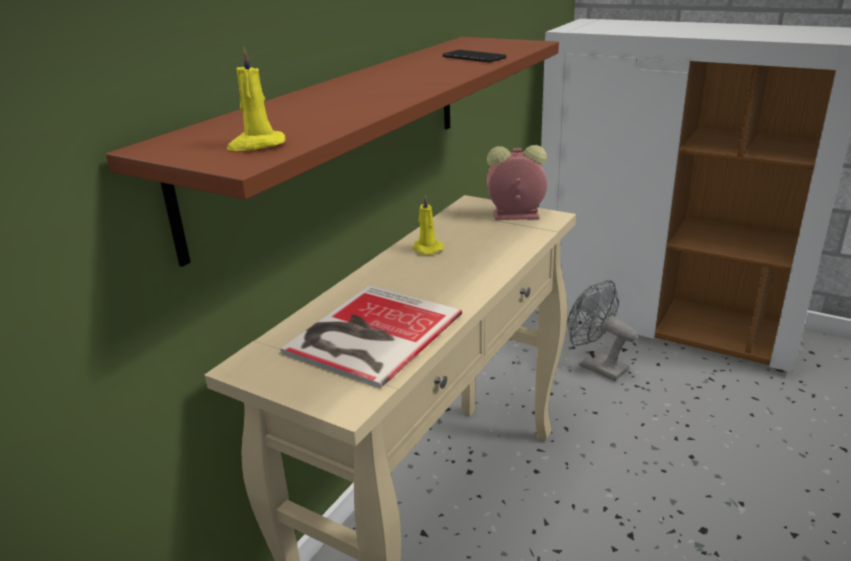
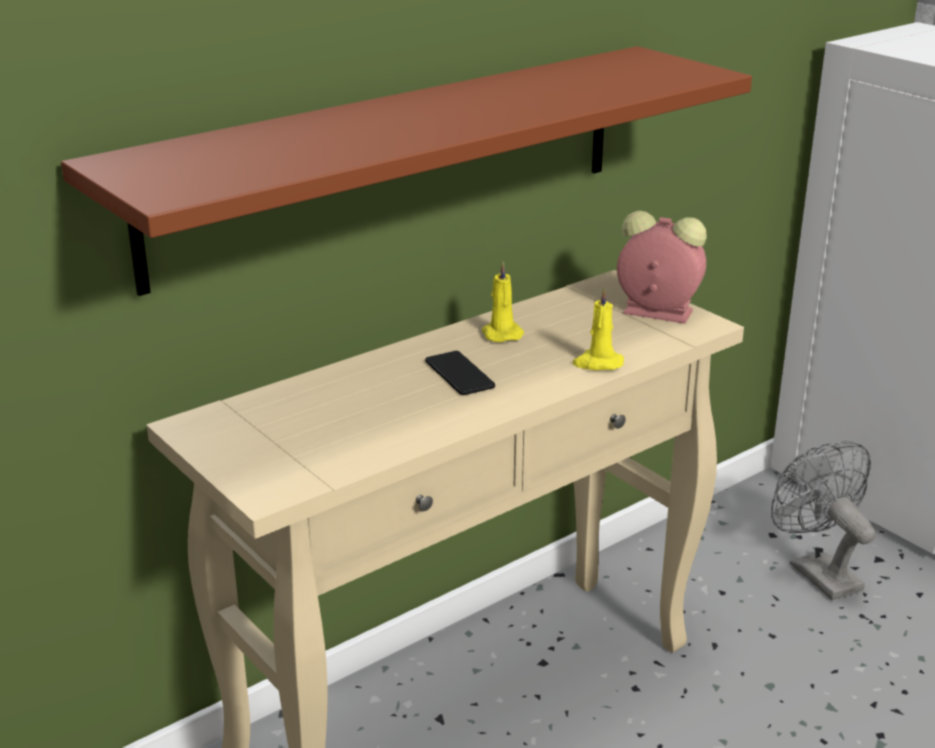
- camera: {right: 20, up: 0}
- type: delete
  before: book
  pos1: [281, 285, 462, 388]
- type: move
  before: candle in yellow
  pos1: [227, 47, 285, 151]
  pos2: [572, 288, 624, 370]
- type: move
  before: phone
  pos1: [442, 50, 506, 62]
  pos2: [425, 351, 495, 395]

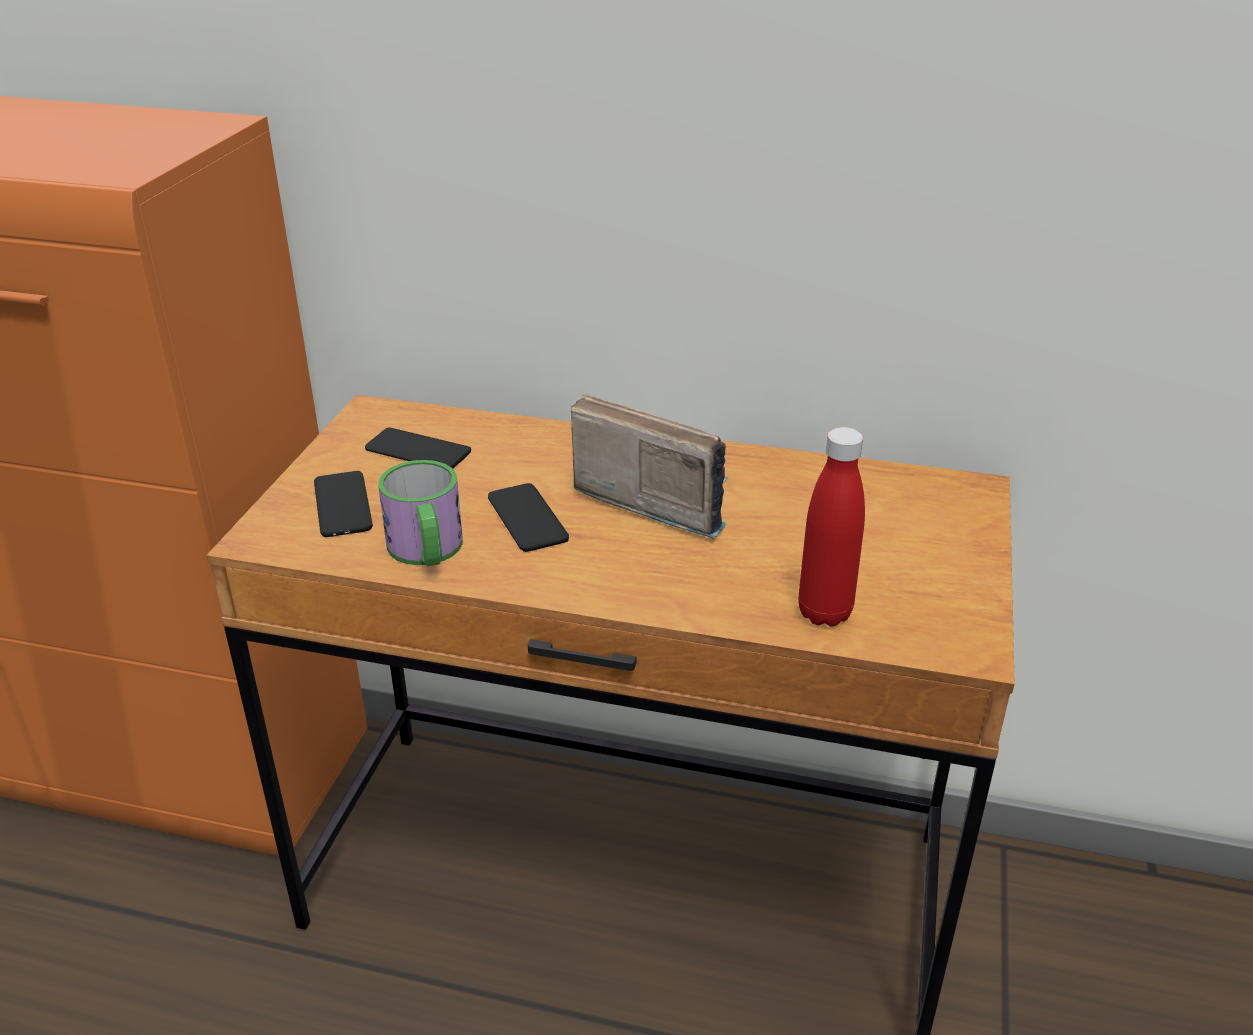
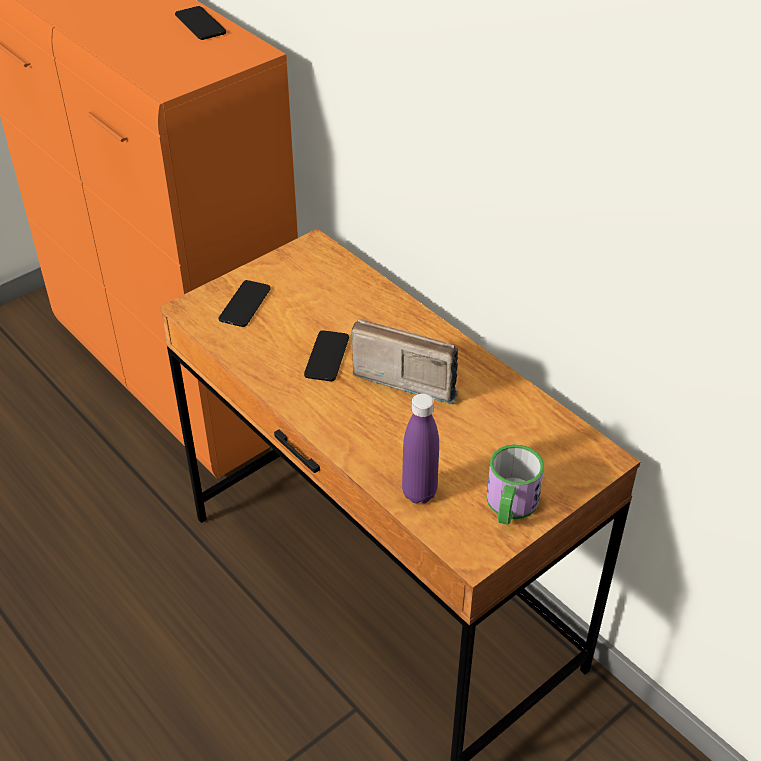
- camera: {right: 35, up: 10}
- type: move
  before: phone
  pos1: [365, 427, 471, 468]
  pos2: [175, 6, 226, 40]
- type: move
  before: mug
  pos1: [378, 460, 463, 566]
  pos2: [486, 444, 544, 525]
- type: recolor
  before: bottle in red
  after: bottle in purple
  pos1: [798, 427, 865, 627]
  pos2: [402, 393, 439, 504]
- type: rotate
  before: radio
  pos1: [571, 394, 728, 538]
  pos2: [352, 319, 458, 404]
  turn: -45

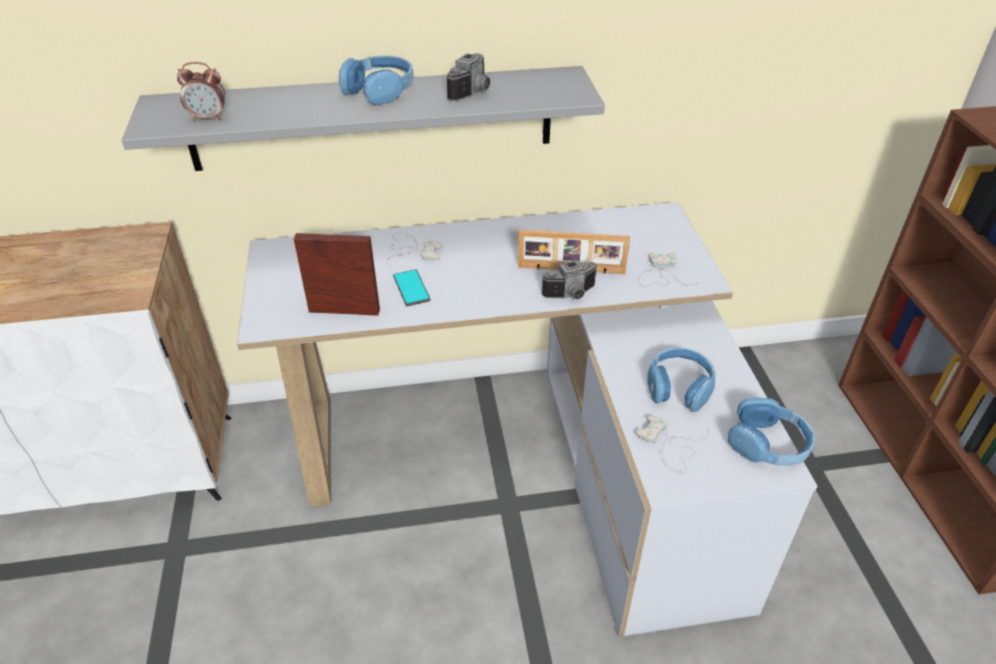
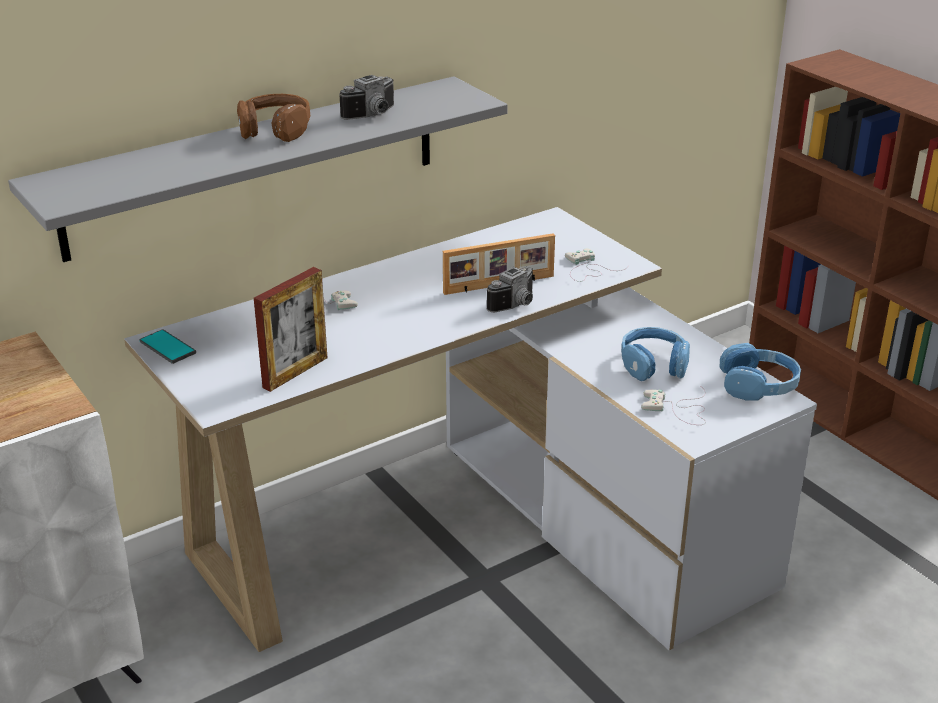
- camera: {right: -25, up: -10}
- type: delete
  before: alarm clock
  pos1: [177, 62, 225, 121]
- type: move
  before: phone
  pos1: [393, 269, 431, 306]
  pos2: [139, 329, 196, 364]
- type: recolor
  before: headphones in blue
  after: headphones in brown
  pos1: [339, 56, 414, 105]
  pos2: [237, 94, 310, 142]
- type: rotate
  before: picture frame
  pos1: [294, 233, 380, 316]
  pos2: [254, 267, 327, 392]
  turn: 150
- type: rotate
  before: photo camera
  pos1: [447, 53, 490, 101]
  pos2: [339, 75, 394, 120]
  turn: 45

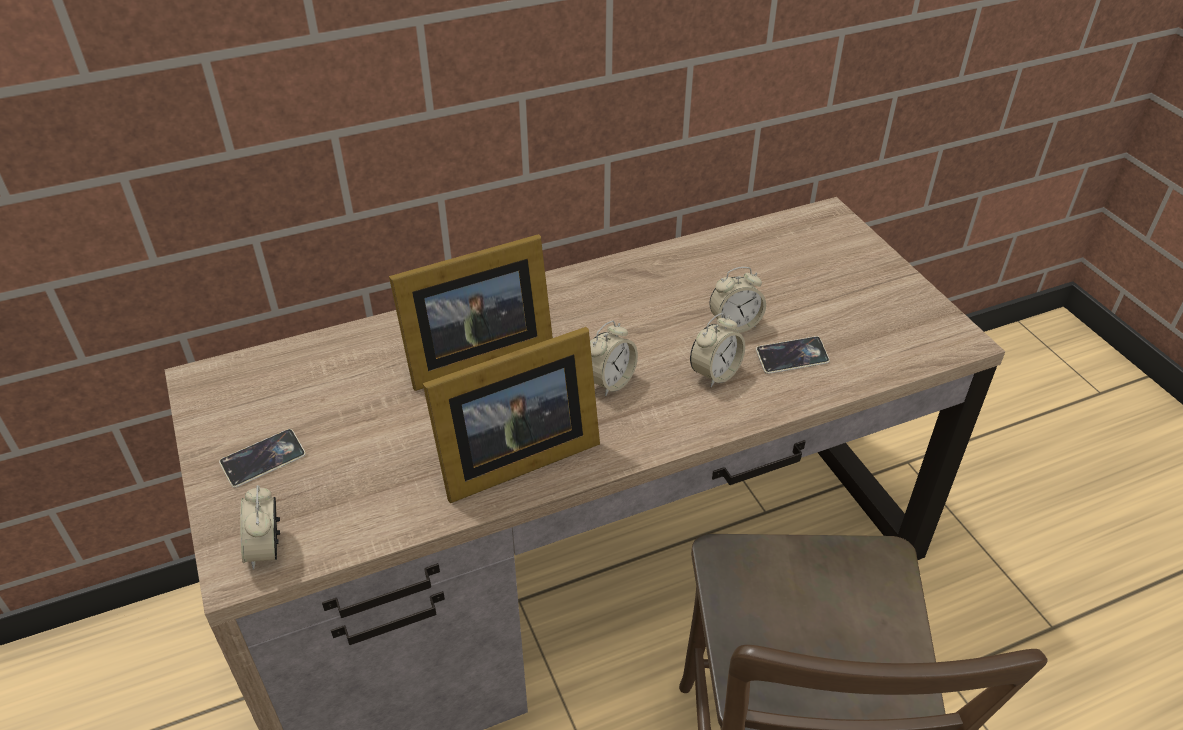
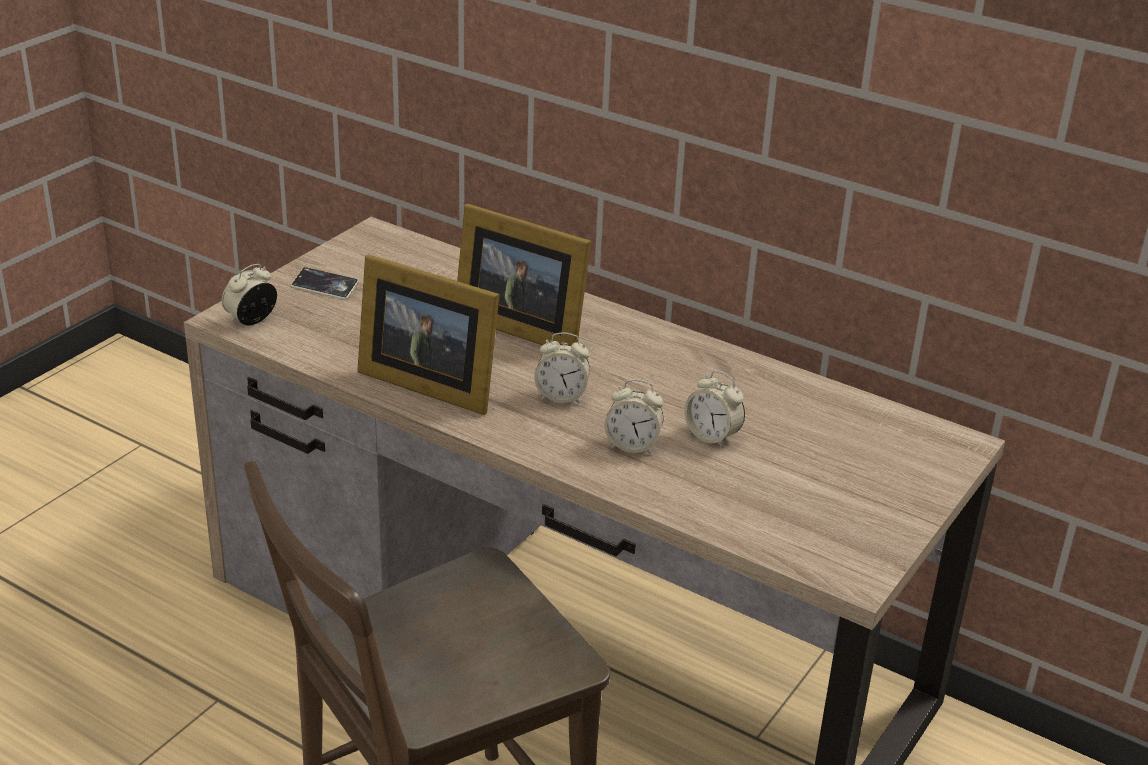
- camera: {right: 55, up: -10}
- type: delete
  before: phone
  pos1: [756, 336, 830, 374]

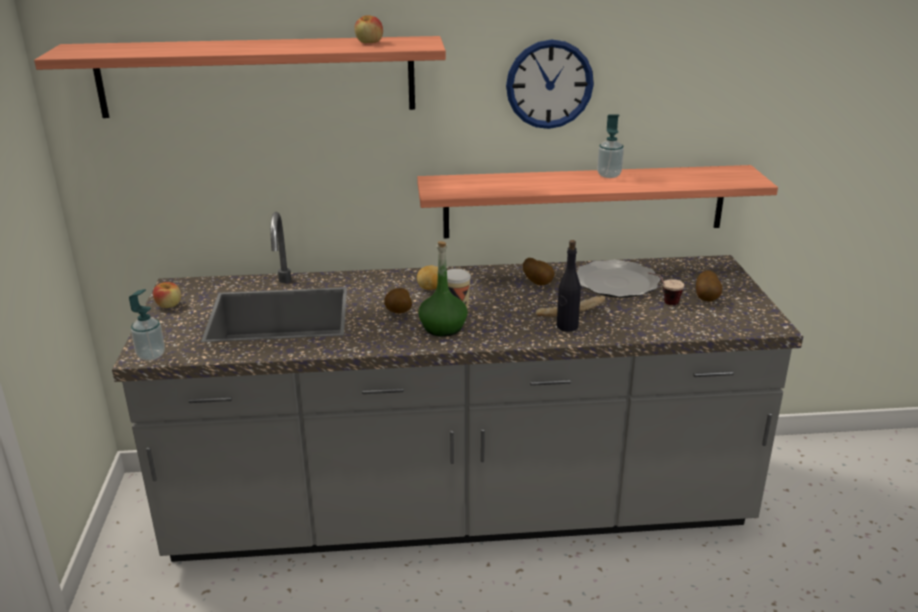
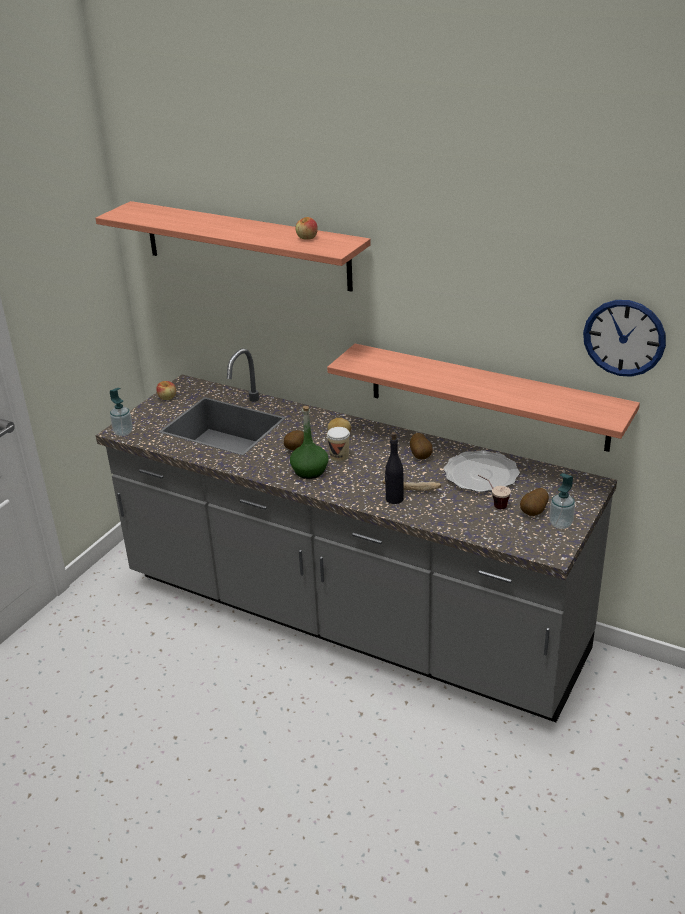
- camera: {right: 35, up: 5}
- type: move
  before: wall clock
  pos1: [506, 39, 594, 129]
  pos2: [583, 300, 666, 377]
- type: move
  before: soap dispenser
  pos1: [597, 115, 624, 178]
  pos2: [549, 473, 575, 529]

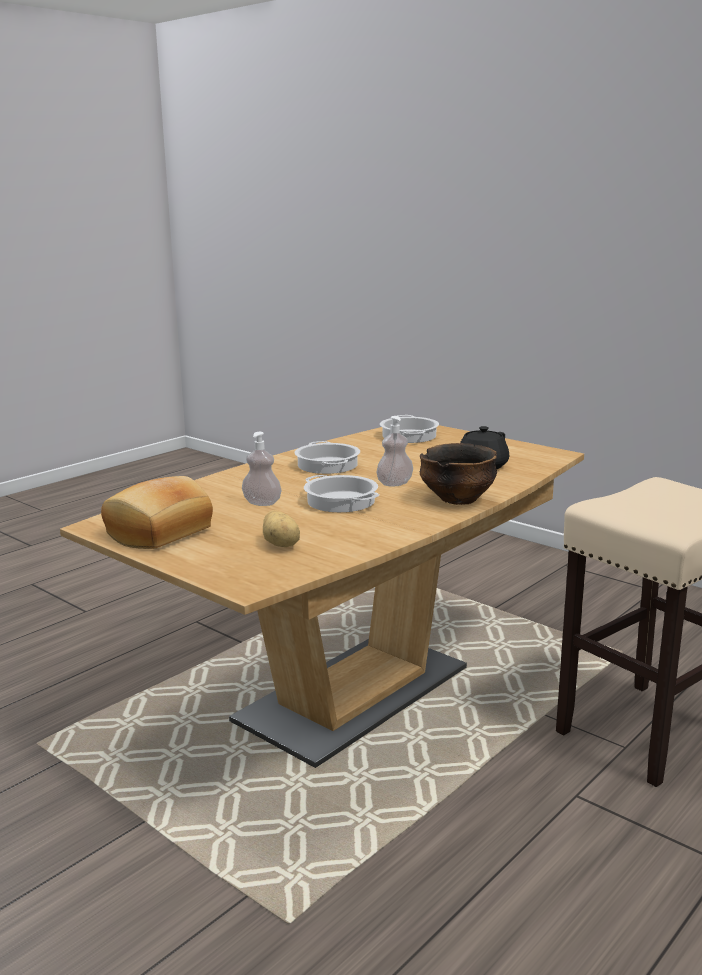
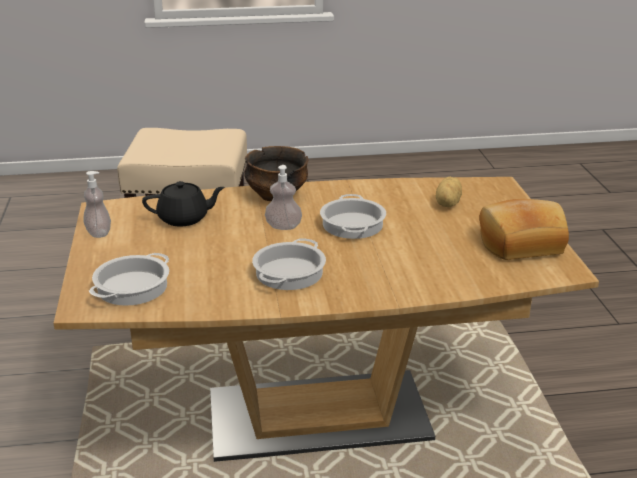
- camera: {right: -140, up: 10}
- type: move
  before: soap dispenser
  pos1: [242, 432, 282, 506]
  pos2: [83, 171, 111, 238]

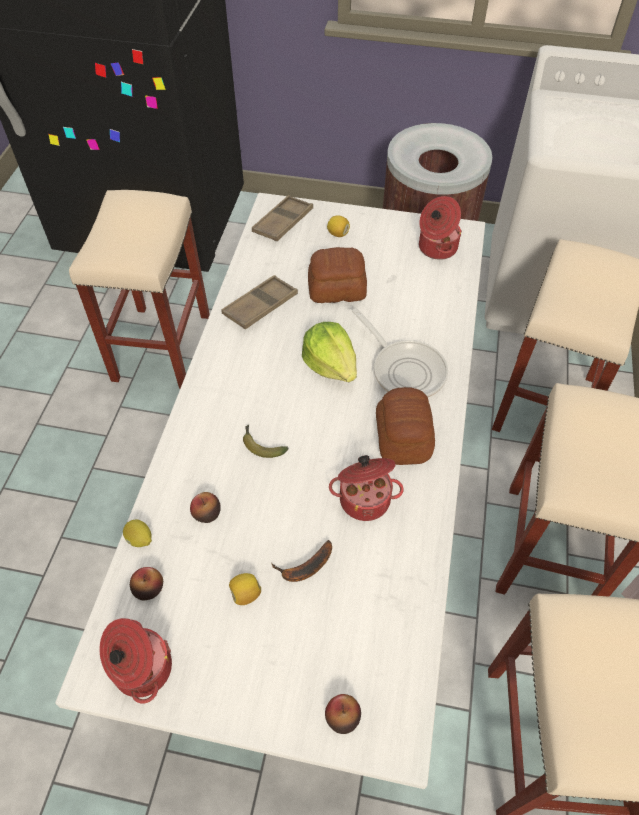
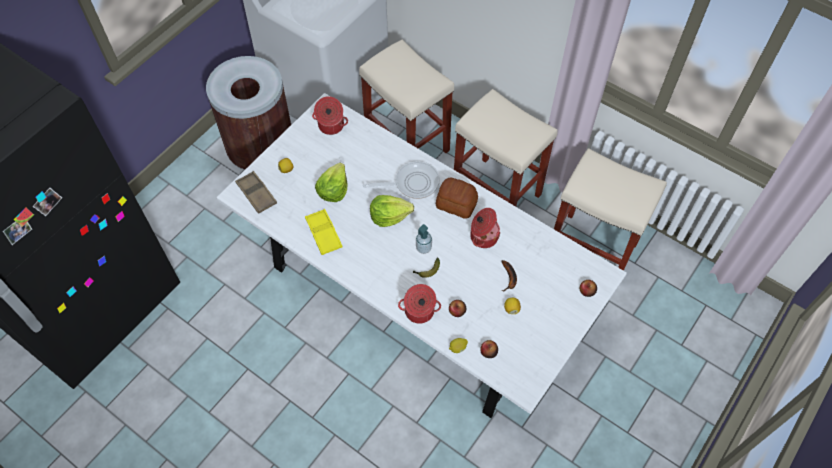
- camera: {right: -65, up: 5}
- type: delete
  before: stool in beige
  pos1: [69, 190, 210, 389]
- type: insert
  after: soap dispenser
  pos2: [416, 224, 432, 254]
- type: move
  before: cooking pot
  pos1: [100, 618, 172, 704]
  pos2: [398, 284, 441, 324]
- type: replace
  before: bread
  after: lettuce
  pos1: [308, 247, 367, 303]
  pos2: [315, 163, 348, 202]
- type: recolor
  before: tray in brown
  after: tray in yellow
  pos1: [221, 275, 298, 329]
  pos2: [305, 209, 342, 255]

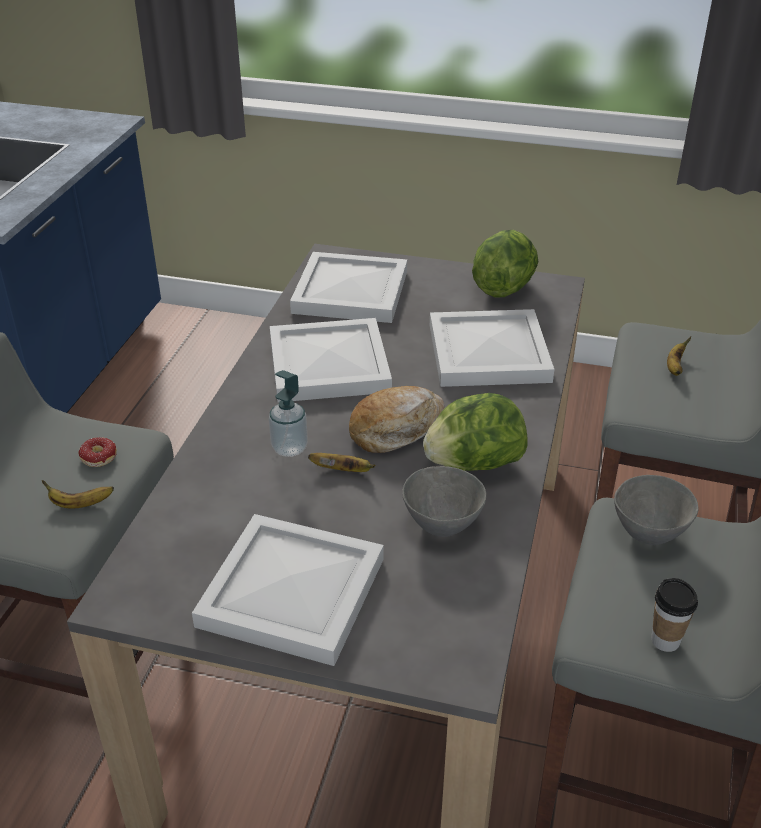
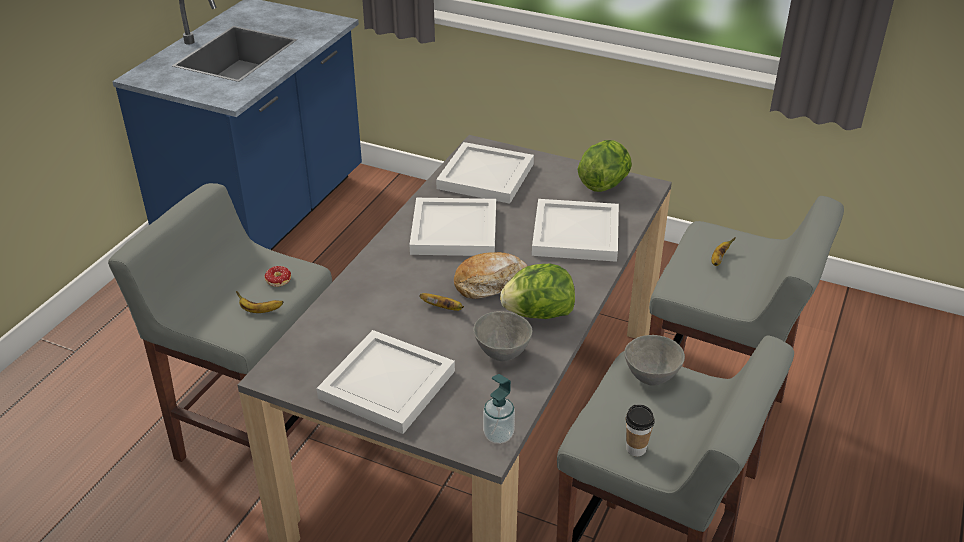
- camera: {right: 10, up: 0}
- type: move
  before: soap dispenser
  pos1: [269, 370, 308, 457]
  pos2: [483, 374, 515, 444]

